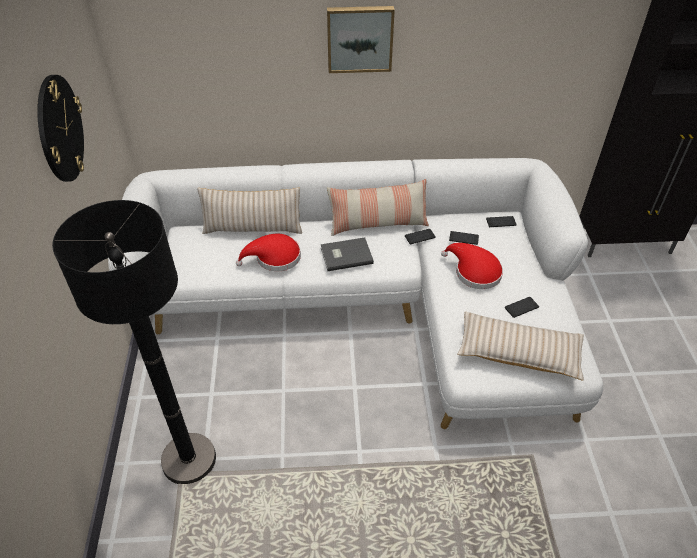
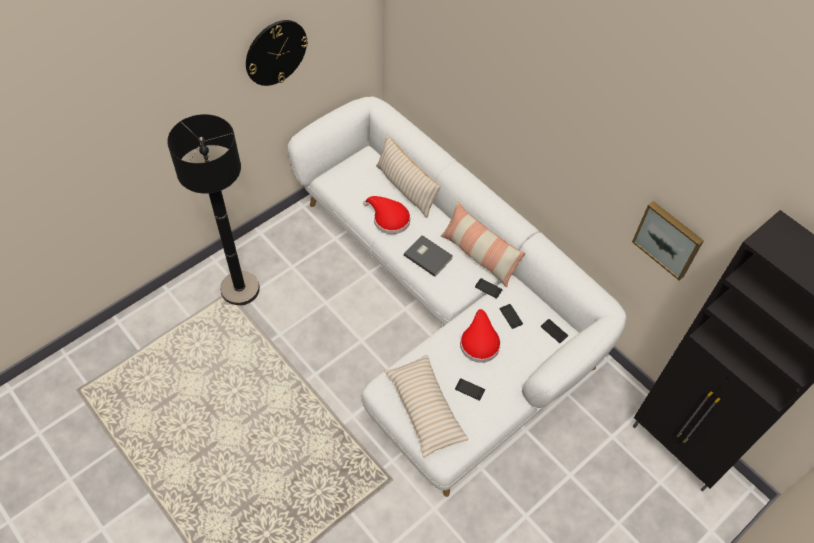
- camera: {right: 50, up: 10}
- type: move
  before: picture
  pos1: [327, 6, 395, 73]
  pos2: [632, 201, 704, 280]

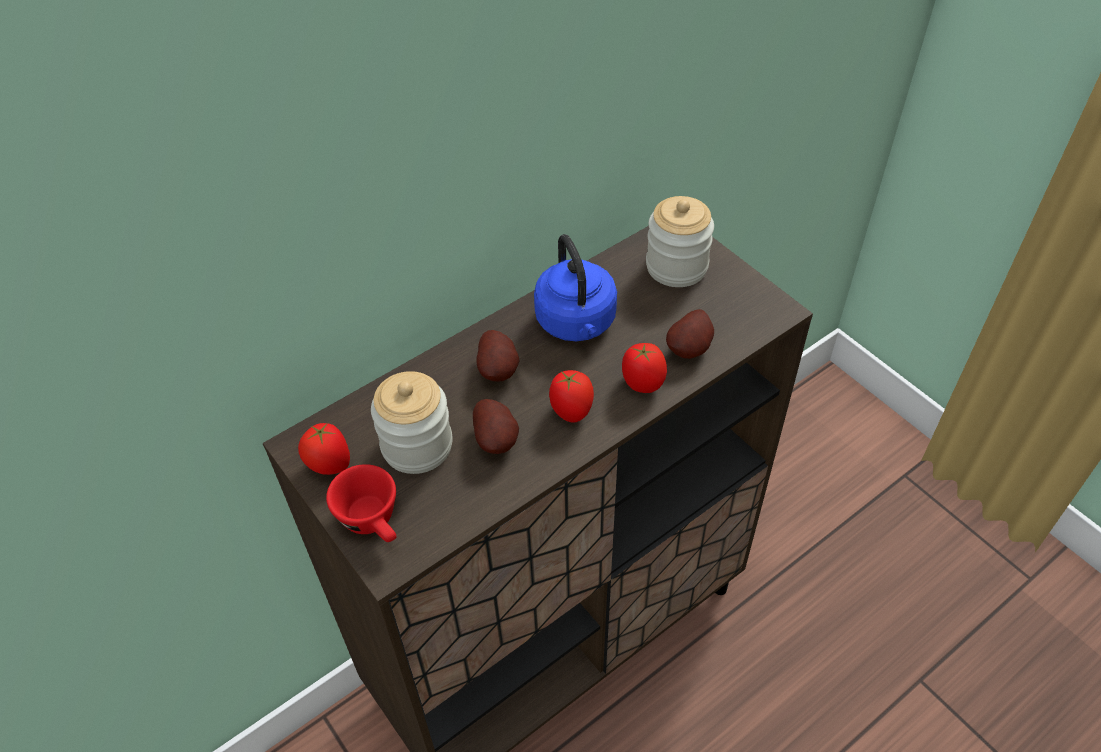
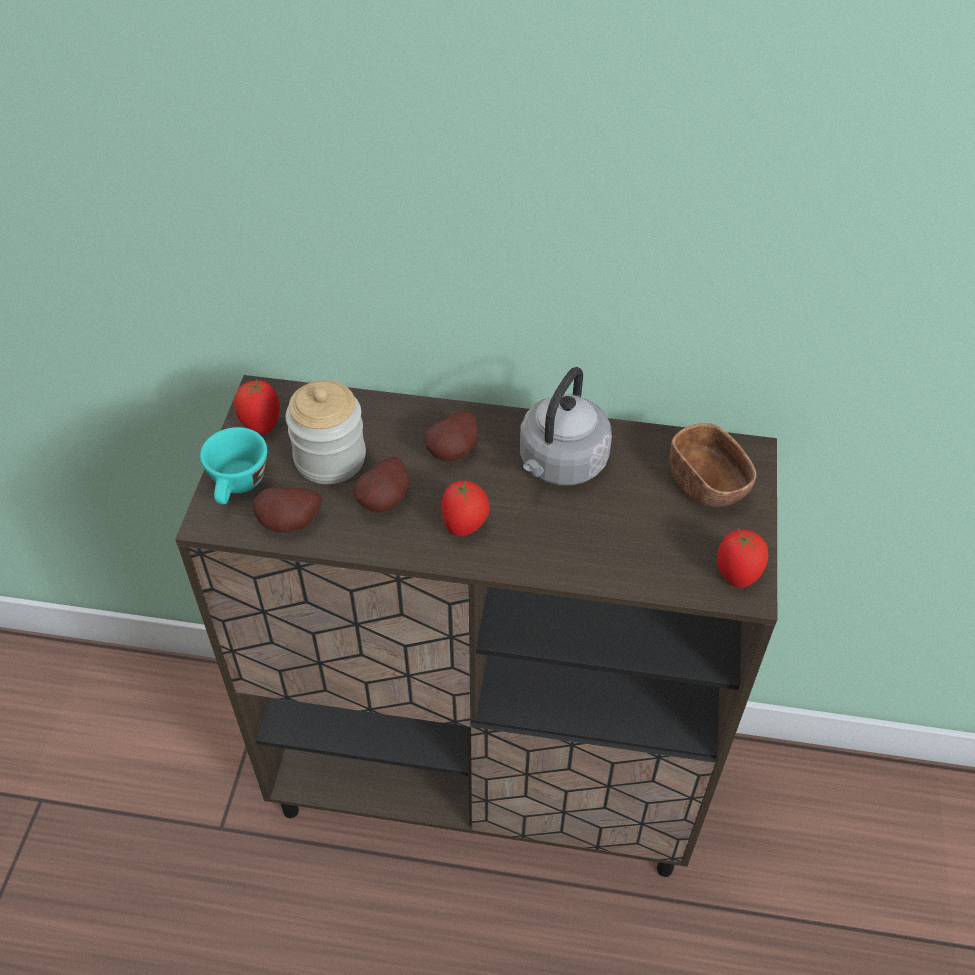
- camera: {right: 45, up: 0}
- type: move
  before: tomato
  pos1: [622, 343, 667, 393]
  pos2: [717, 529, 768, 588]
- type: move
  before: potato
  pos1: [666, 309, 714, 359]
  pos2: [252, 487, 322, 533]
- type: replace
  before: jar
  after: bowl in brown
  pos1: [646, 196, 714, 287]
  pos2: [670, 423, 756, 507]
- type: recolor
  before: cup in red
  after: cup in turquoise
  pos1: [326, 464, 397, 542]
  pos2: [200, 427, 267, 504]
- type: recolor
  before: kettle in blue
  after: kettle in grey
  pos1: [534, 234, 617, 341]
  pos2: [520, 367, 612, 485]

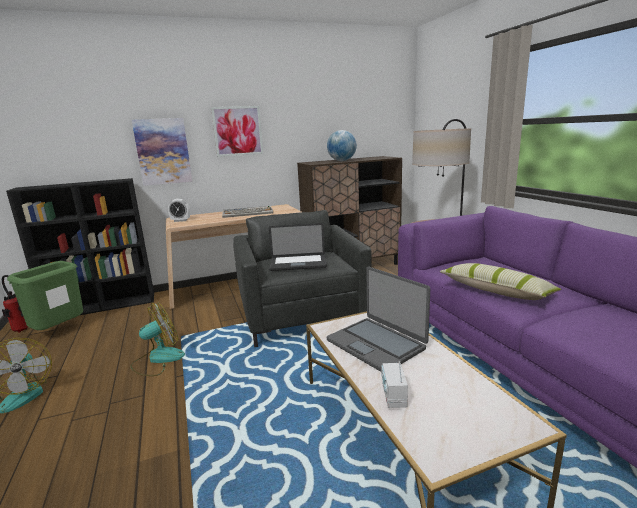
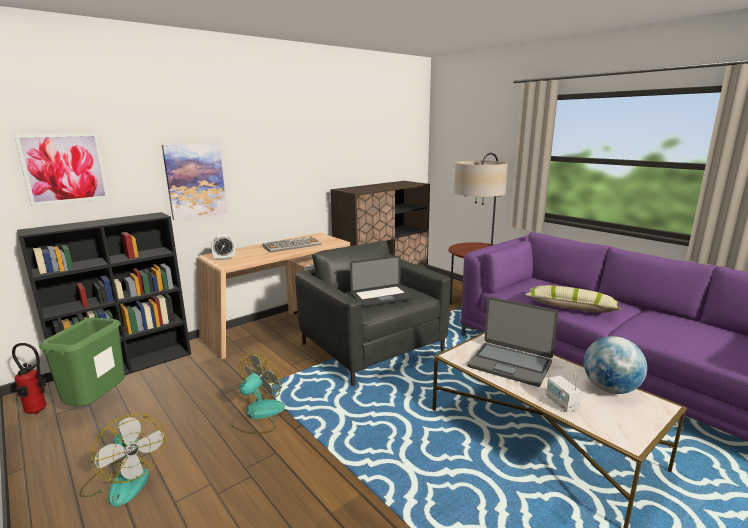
- camera: {right: -20, up: 0}
- type: move
  before: picture
  pos1: [211, 106, 263, 157]
  pos2: [14, 133, 109, 206]
- type: move
  before: globe
  pos1: [327, 130, 357, 161]
  pos2: [584, 336, 647, 394]

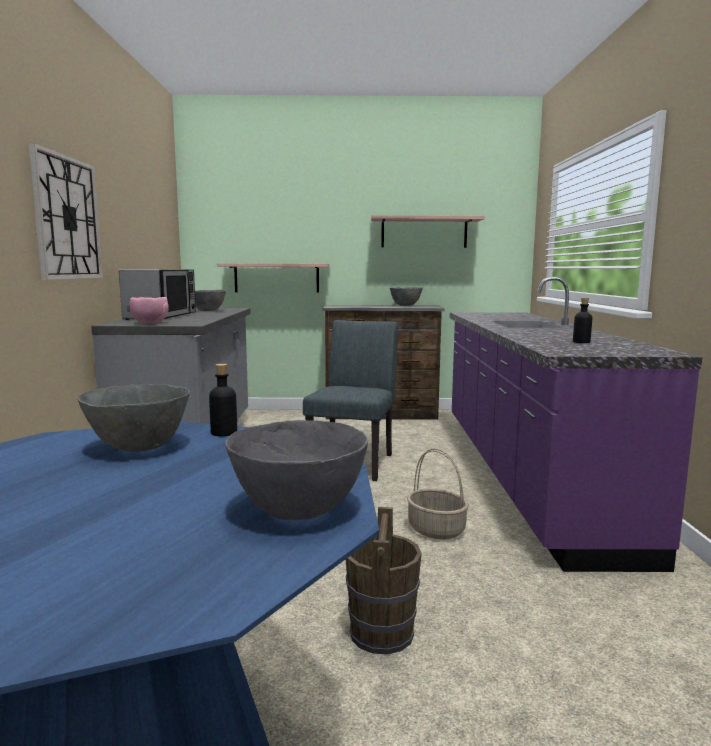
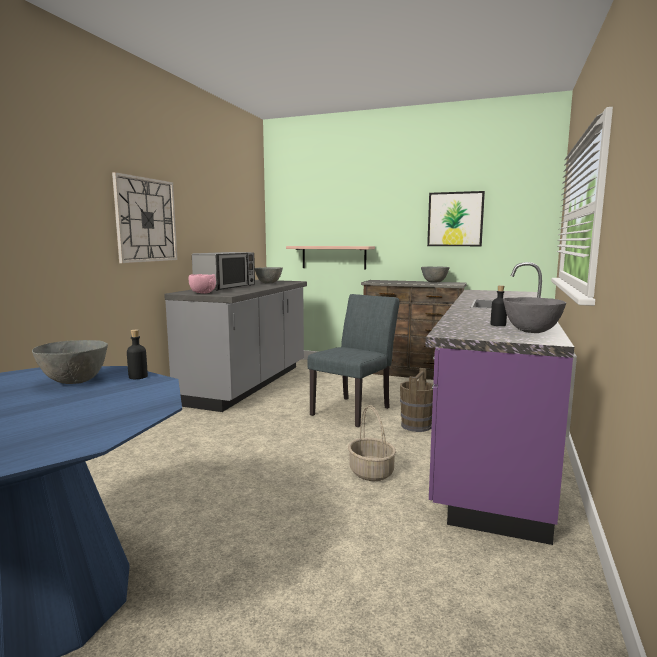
- camera: {right: 20, up: 0}
- type: move
  before: bowl in grey
  pos1: [226, 420, 368, 520]
  pos2: [503, 297, 566, 333]
- type: move
  before: bucket in brown
  pos1: [346, 507, 422, 655]
  pos2: [400, 368, 433, 432]
- type: replace
  before: shelf
  after: picture
  pos1: [371, 215, 485, 248]
  pos2: [427, 191, 485, 246]

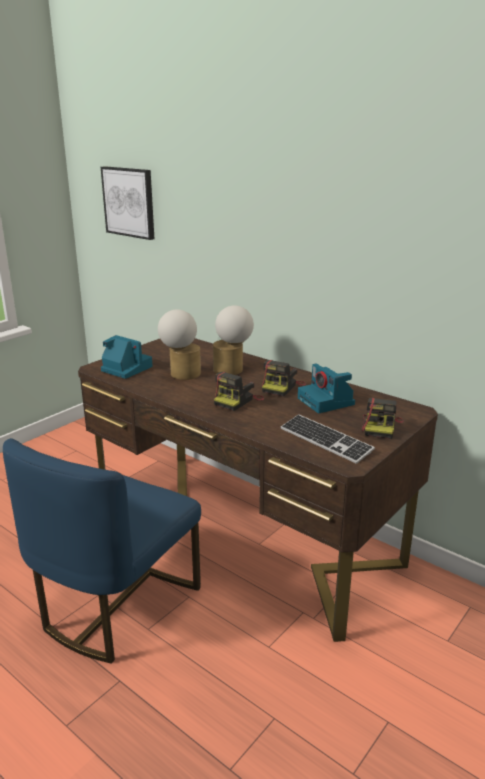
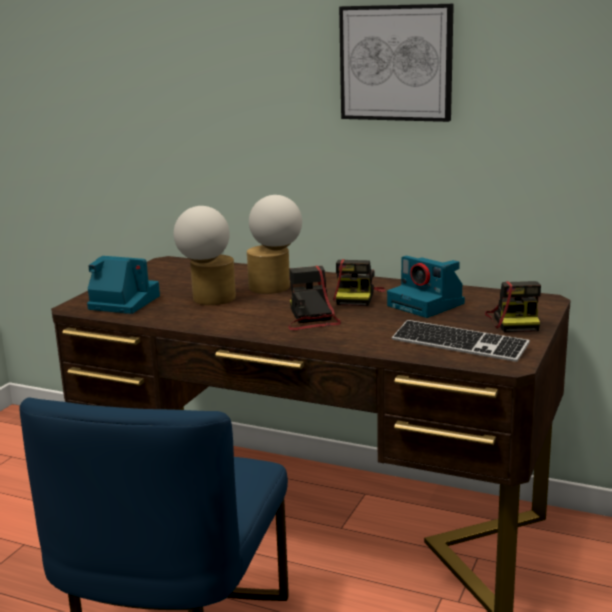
- camera: {right: -15, up: -5}
- type: move
  before: picture
  pos1: [101, 166, 154, 240]
  pos2: [339, 4, 454, 122]
- type: rotate
  before: photo camera
  pos1: [214, 372, 265, 411]
  pos2: [288, 266, 341, 330]
  turn: 150

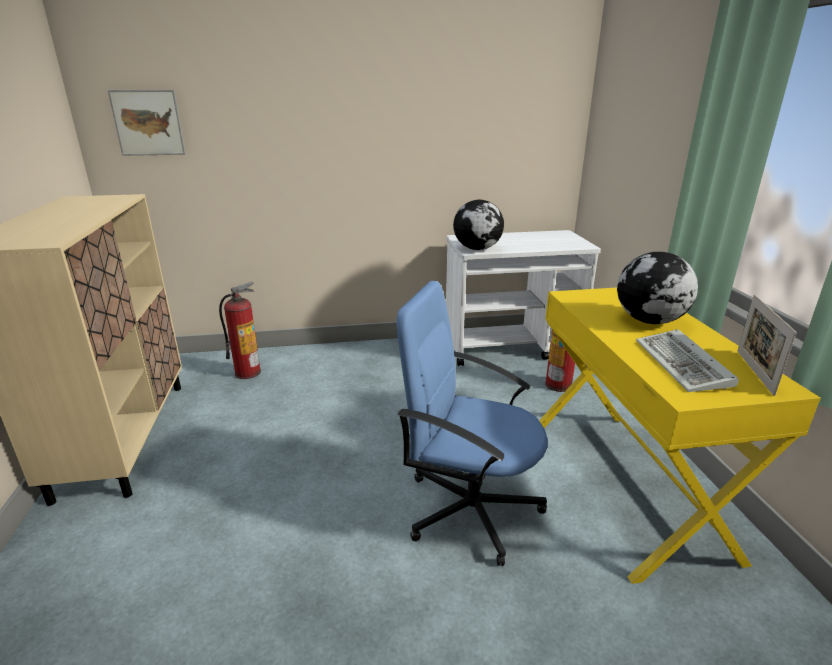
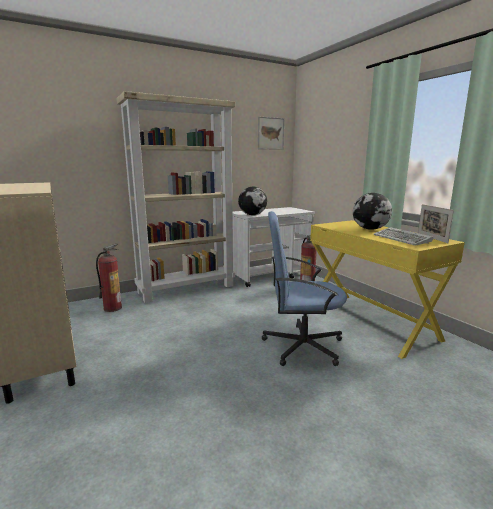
- camera: {right: -20, up: -10}
- type: insert
  after: bookcase in beige
  pos2: [116, 91, 235, 303]
- type: move
  before: picture
  pos1: [108, 90, 186, 156]
  pos2: [258, 117, 284, 150]

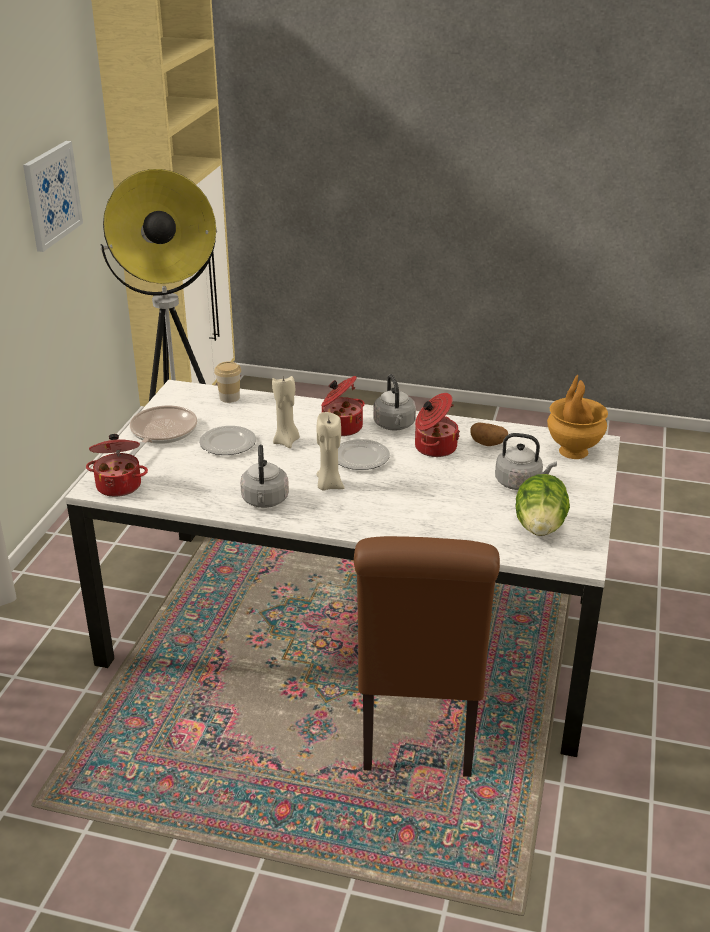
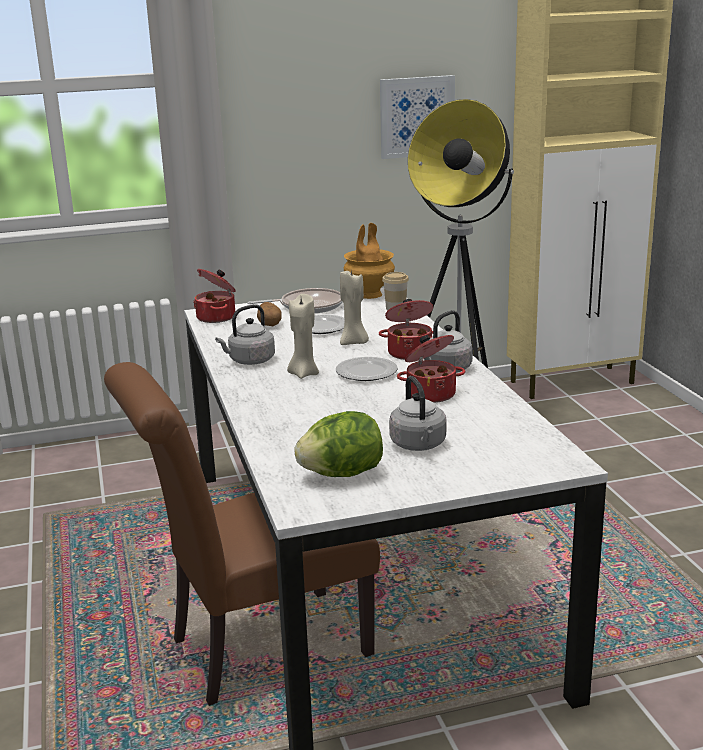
- camera: {right: 60, up: -10}
- type: move
  before: potato
  pos1: [470, 423, 508, 446]
  pos2: [257, 302, 282, 326]
- type: move
  before: vase in brown
  pos1: [547, 375, 608, 459]
  pos2: [344, 223, 395, 299]

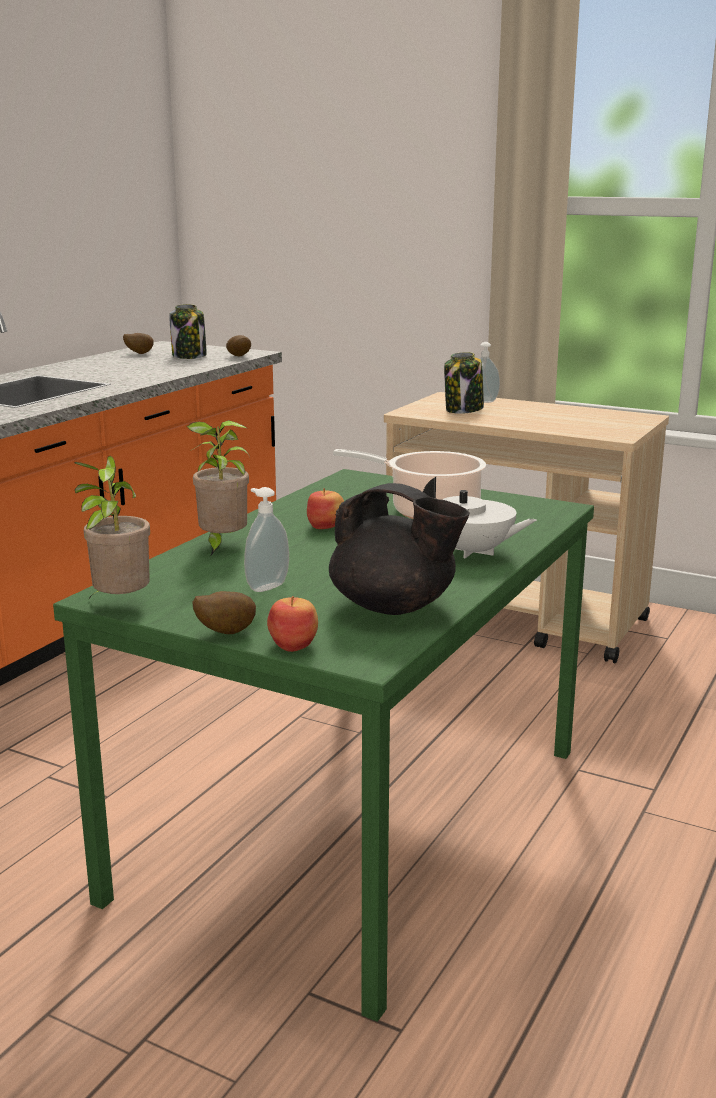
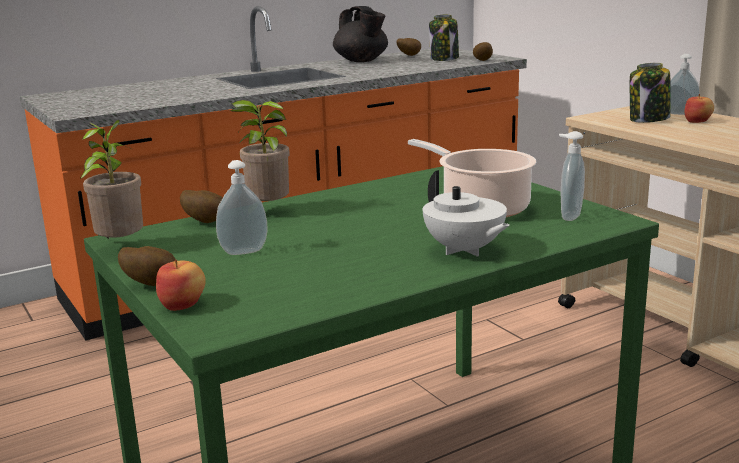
- camera: {right: 30, up: 0}
- type: insert
  after: potato
  pos2: [180, 190, 222, 223]
- type: insert
  after: soap dispenser
  pos2: [559, 131, 585, 221]
- type: move
  before: apple
  pos1: [307, 488, 344, 529]
  pos2: [684, 94, 714, 123]
- type: move
  before: teapot in black
  pos1: [329, 483, 470, 615]
  pos2: [333, 6, 388, 62]

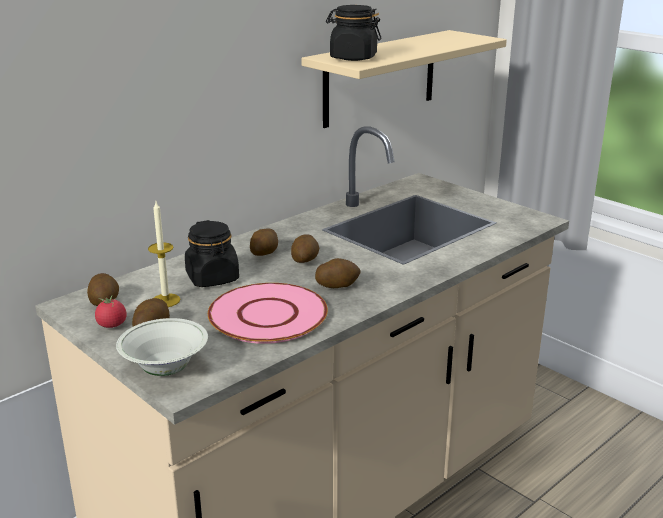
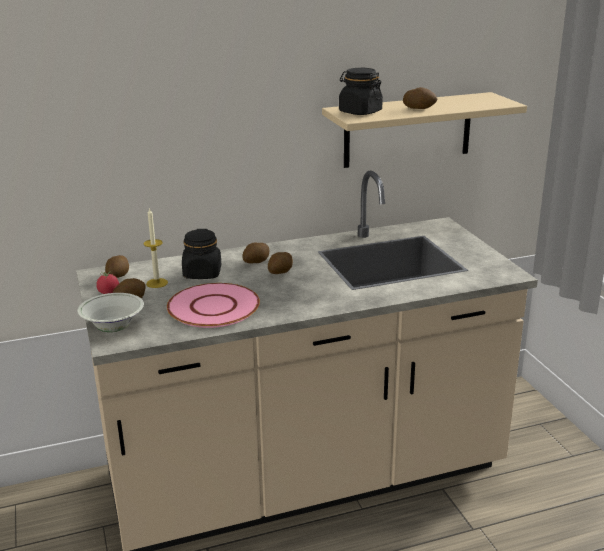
- camera: {right: 25, up: 0}
- type: move
  before: potato
  pos1: [315, 258, 361, 288]
  pos2: [403, 87, 437, 109]

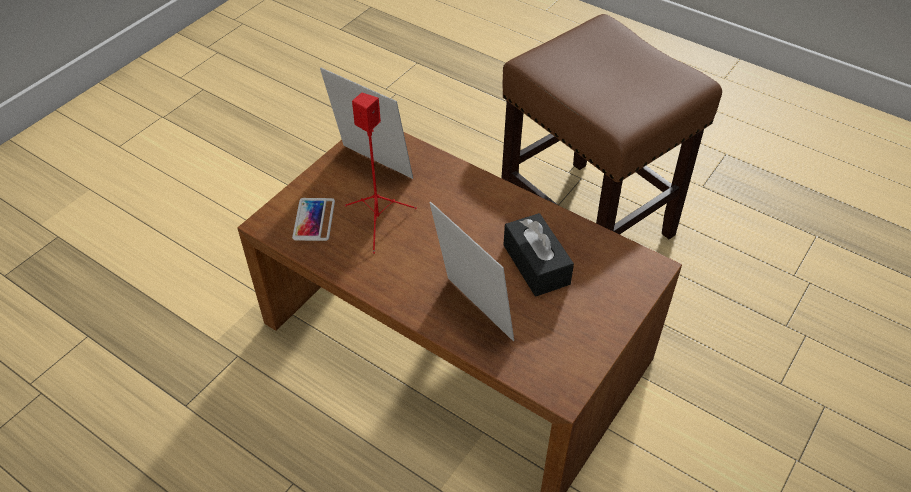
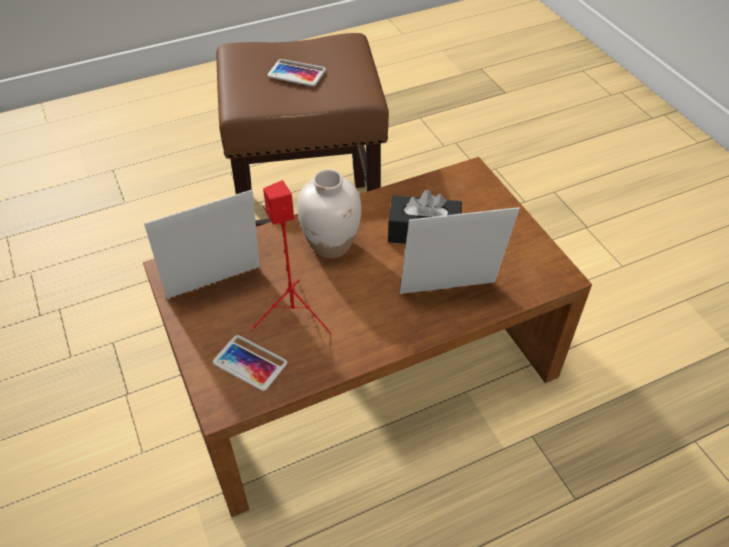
- camera: {right: -60, up: 0}
- type: insert
  after: phone
  pos2: [267, 59, 326, 86]
- type: insert
  after: vase in white
  pos2: [297, 170, 361, 258]

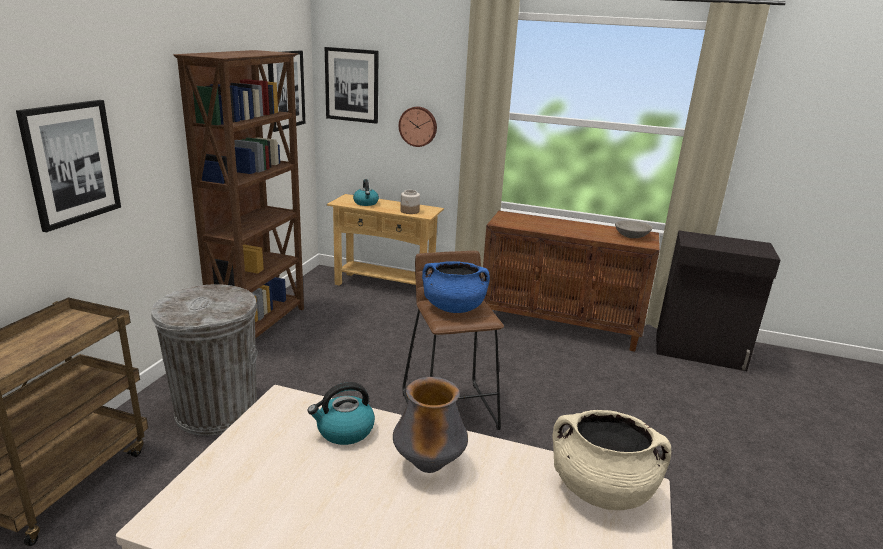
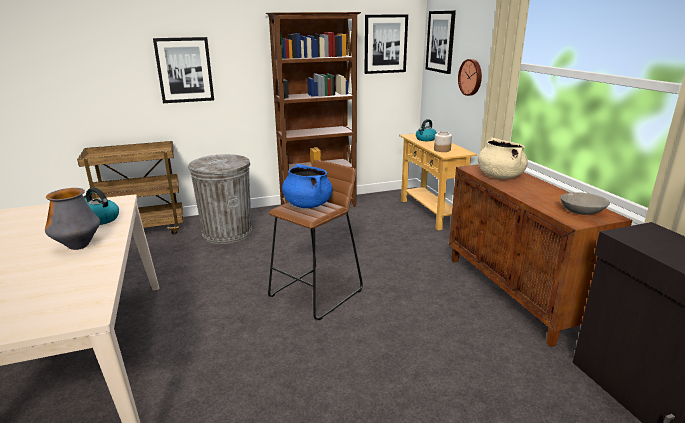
- camera: {right: 55, up: 0}
- type: move
  before: cooking pot in beige
  pos1: [552, 410, 671, 510]
  pos2: [478, 137, 528, 179]

